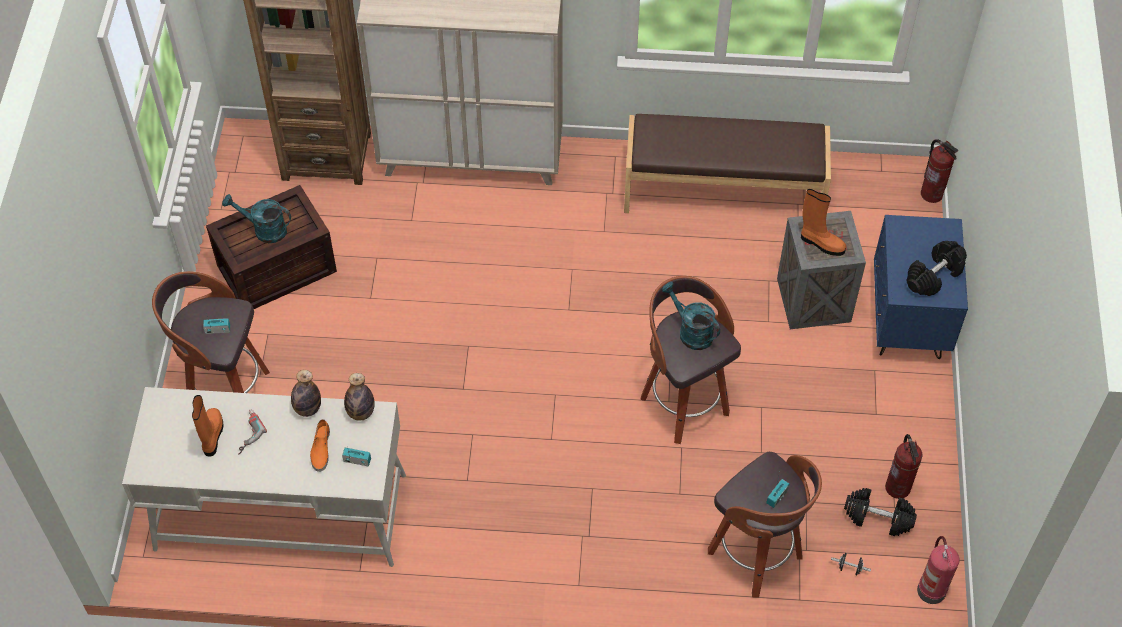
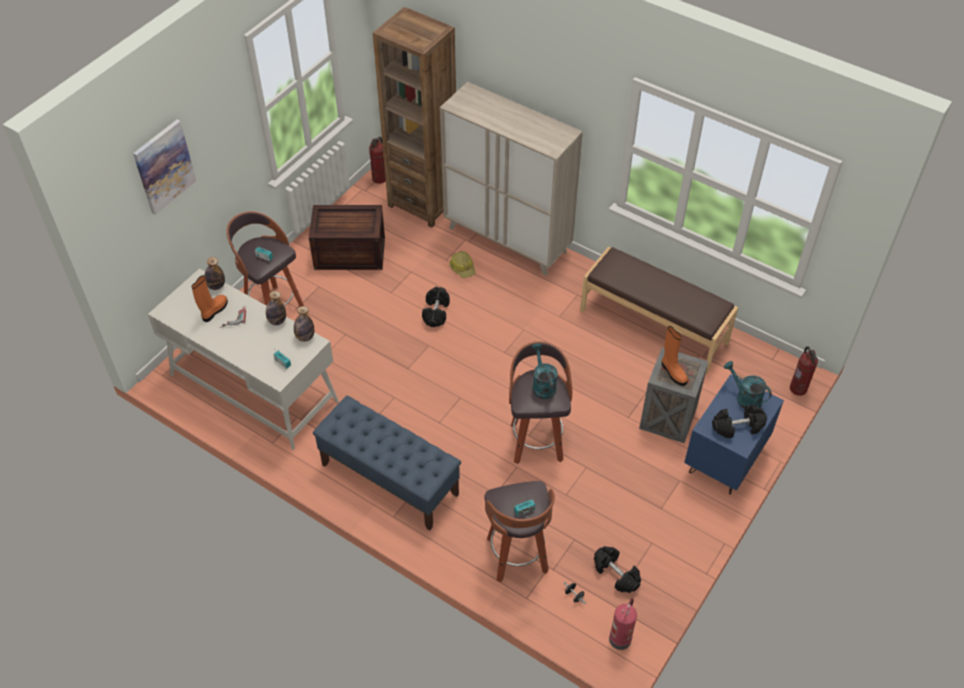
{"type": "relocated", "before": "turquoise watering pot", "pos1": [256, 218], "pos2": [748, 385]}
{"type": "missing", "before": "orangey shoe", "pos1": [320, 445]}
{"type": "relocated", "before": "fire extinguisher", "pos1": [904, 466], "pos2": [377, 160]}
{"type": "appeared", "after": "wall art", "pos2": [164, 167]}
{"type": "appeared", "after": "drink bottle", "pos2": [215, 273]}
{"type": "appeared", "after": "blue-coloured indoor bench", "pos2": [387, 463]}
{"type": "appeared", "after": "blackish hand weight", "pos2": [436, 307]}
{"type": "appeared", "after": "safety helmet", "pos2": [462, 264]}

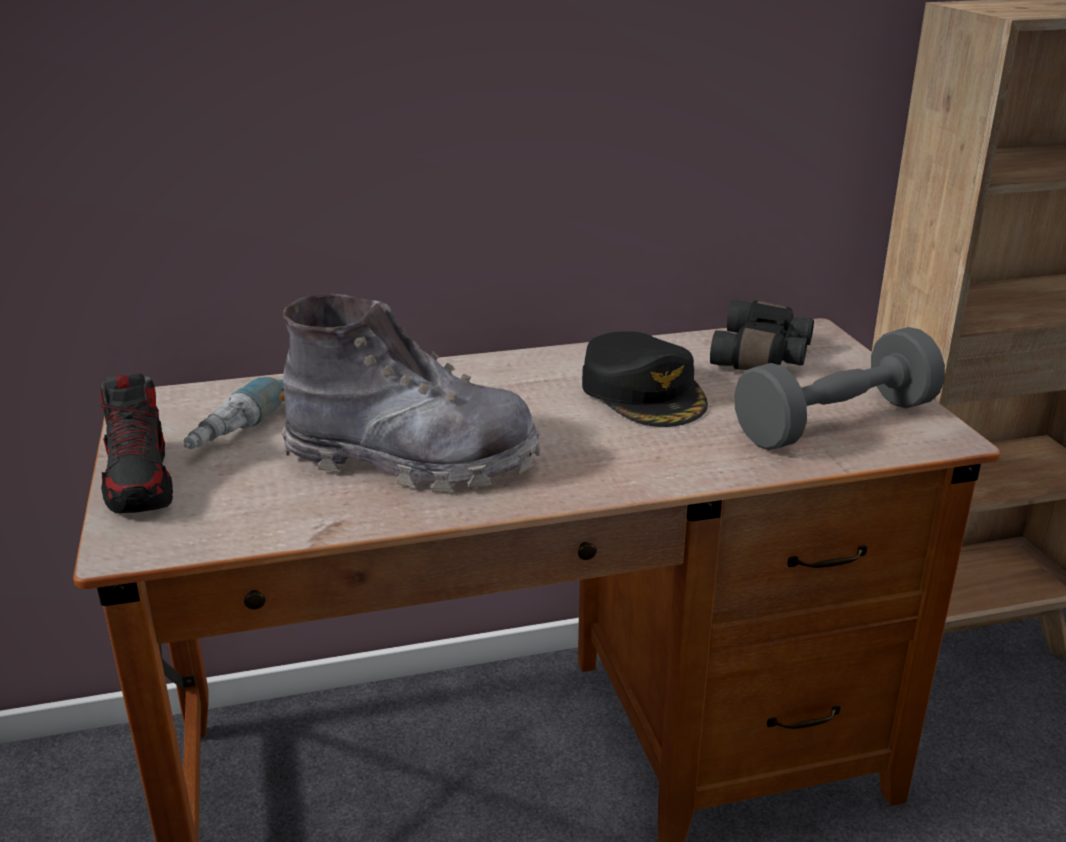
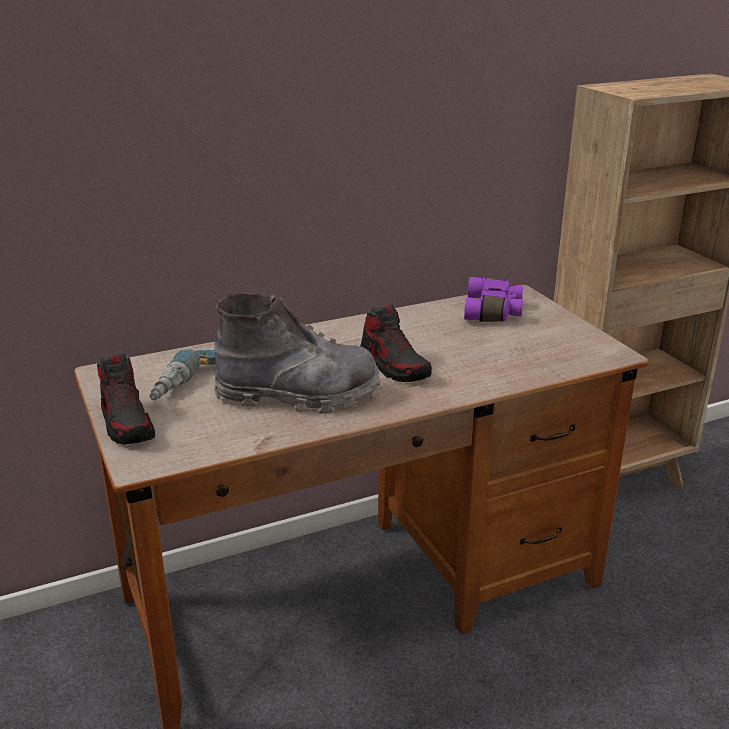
{"type": "missing", "before": "blackish peaked cap", "pos1": [645, 379]}
{"type": "colour", "before": "blackish binoculars", "after": "purplish binoculars", "pos1": [762, 335], "pos2": [493, 299]}
{"type": "missing", "before": "grey hand weight", "pos1": [839, 388]}
{"type": "appeared", "after": "shoe", "pos2": [396, 343]}

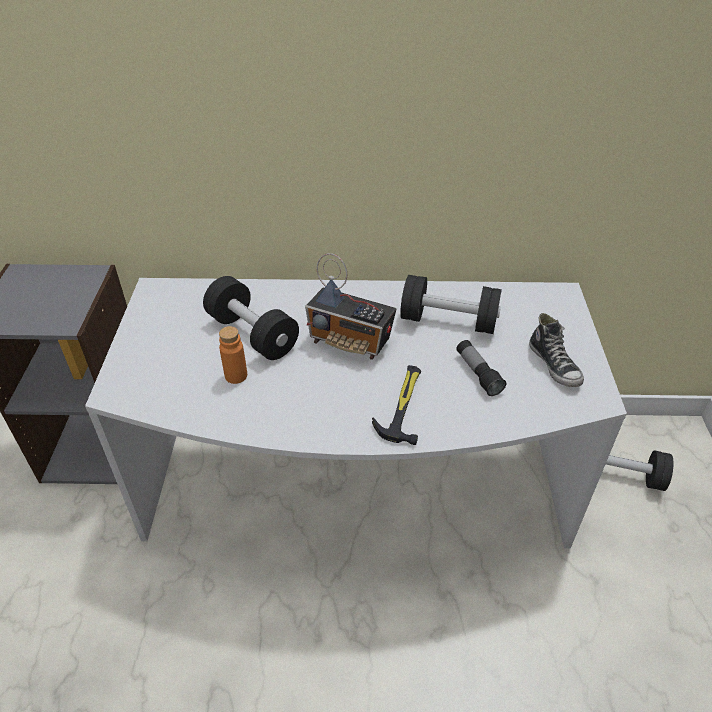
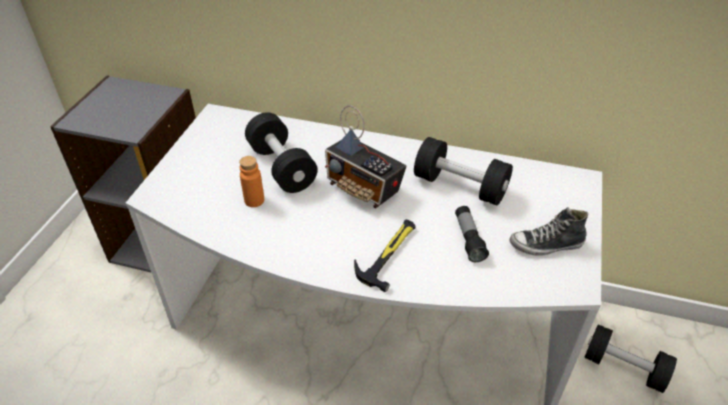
{"type": "spun", "before": "shoe", "pos1": [556, 350], "pos2": [548, 231], "turn": 90}

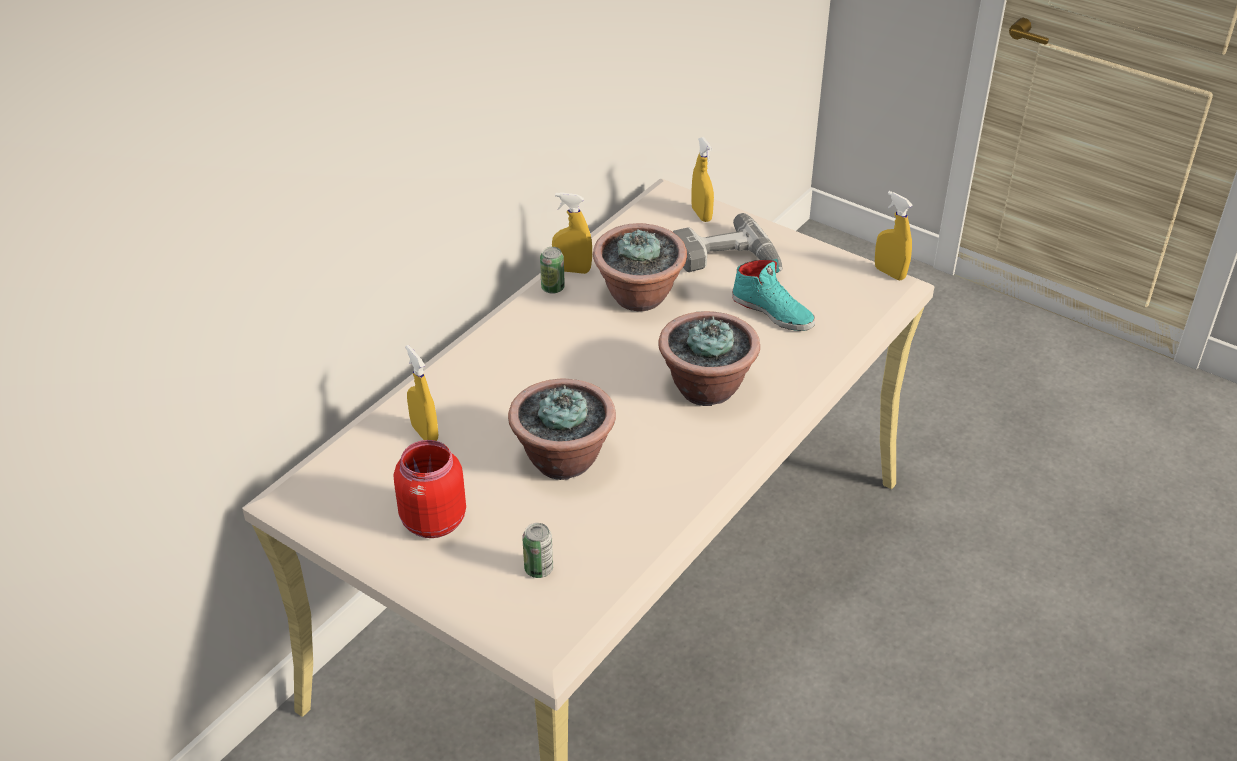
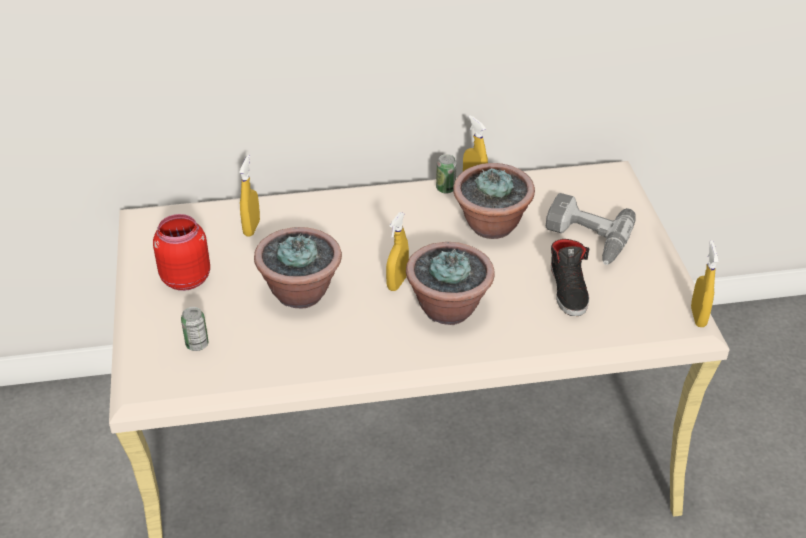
{"type": "relocated", "before": "yellow spray bottle", "pos1": [702, 179], "pos2": [397, 251]}
{"type": "colour", "before": "turquoise shoe", "after": "blackish shoe", "pos1": [773, 295], "pos2": [570, 277]}

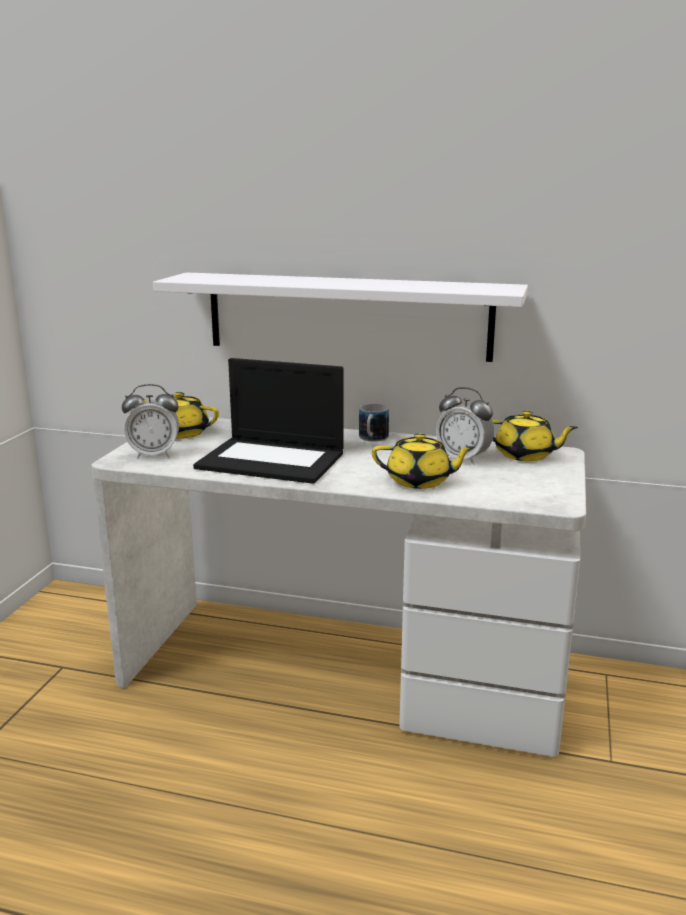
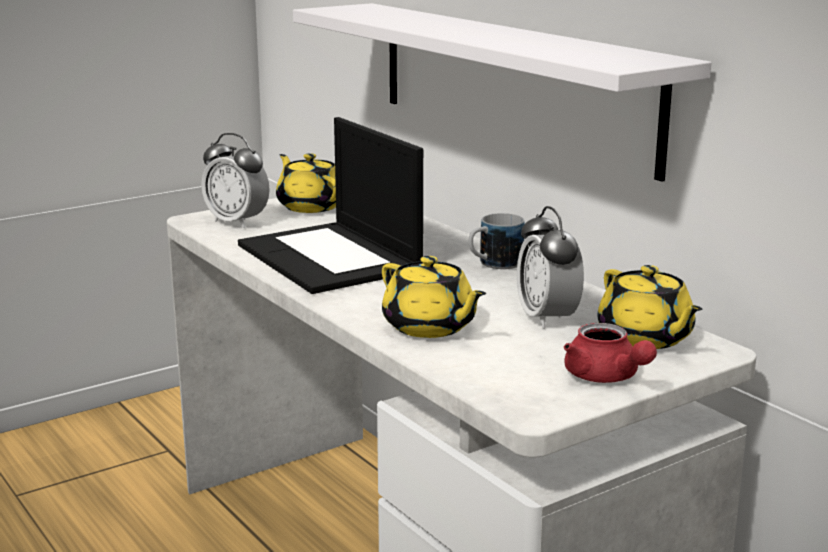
{"type": "appeared", "after": "reddish teapot", "pos2": [610, 353]}

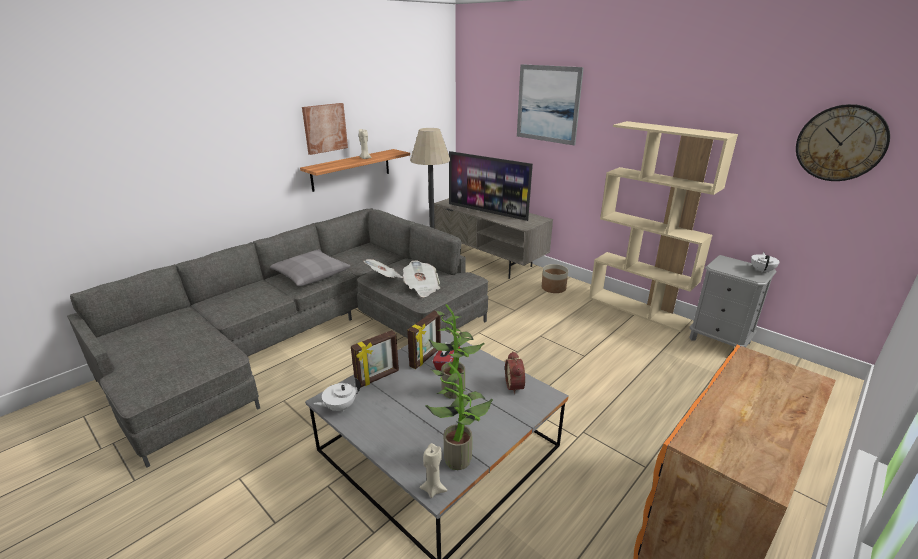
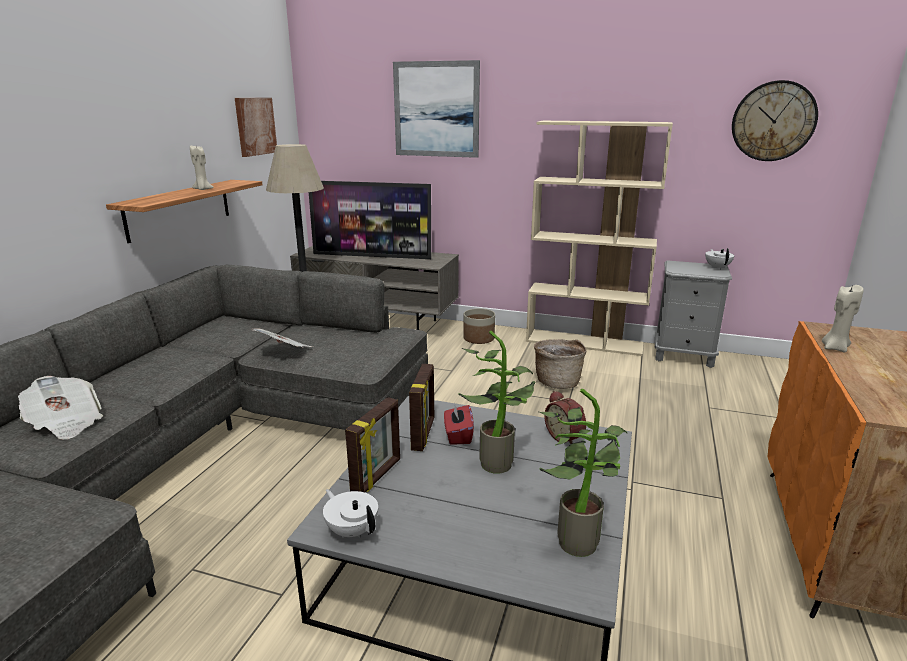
{"type": "missing", "before": "grey pillow", "pos1": [310, 267]}
{"type": "relocated", "before": "wall art", "pos1": [325, 129], "pos2": [256, 127]}
{"type": "spun", "before": "whitish teapot", "pos1": [337, 395], "pos2": [350, 513], "turn": 105}
{"type": "relocated", "before": "newspaper", "pos1": [421, 278], "pos2": [60, 408]}
{"type": "relocated", "before": "beige-coloured wax light", "pos1": [433, 470], "pos2": [843, 318]}
{"type": "appeared", "after": "basket", "pos2": [560, 364]}

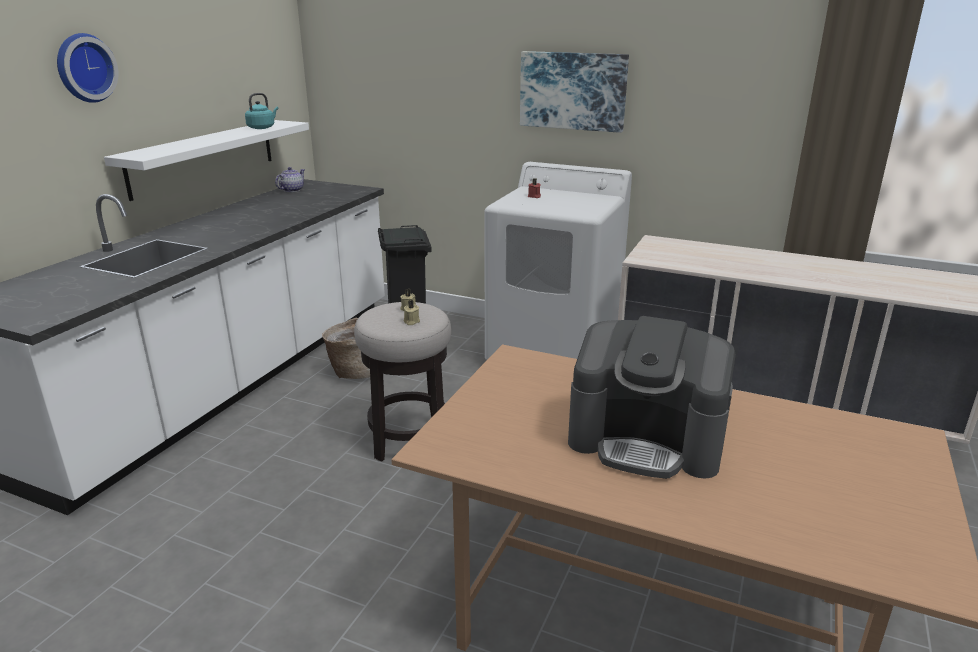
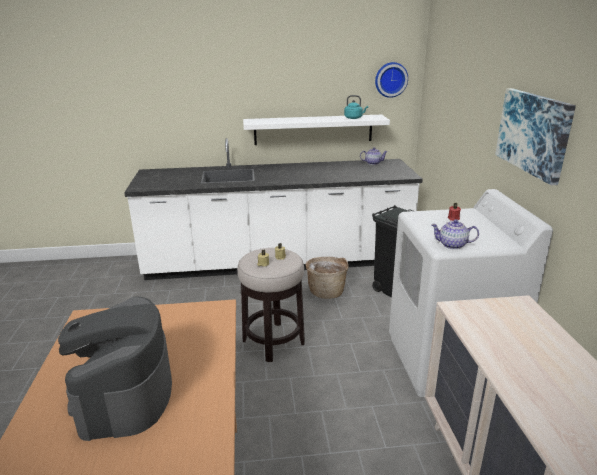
{"type": "relocated", "before": "hanging clock", "pos1": [87, 68], "pos2": [391, 80]}
{"type": "appeared", "after": "teapot", "pos2": [455, 234]}

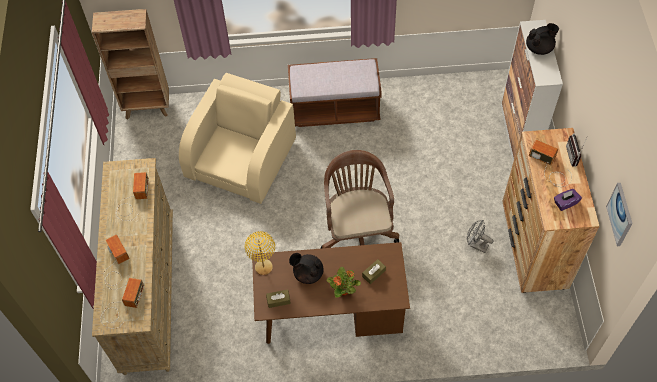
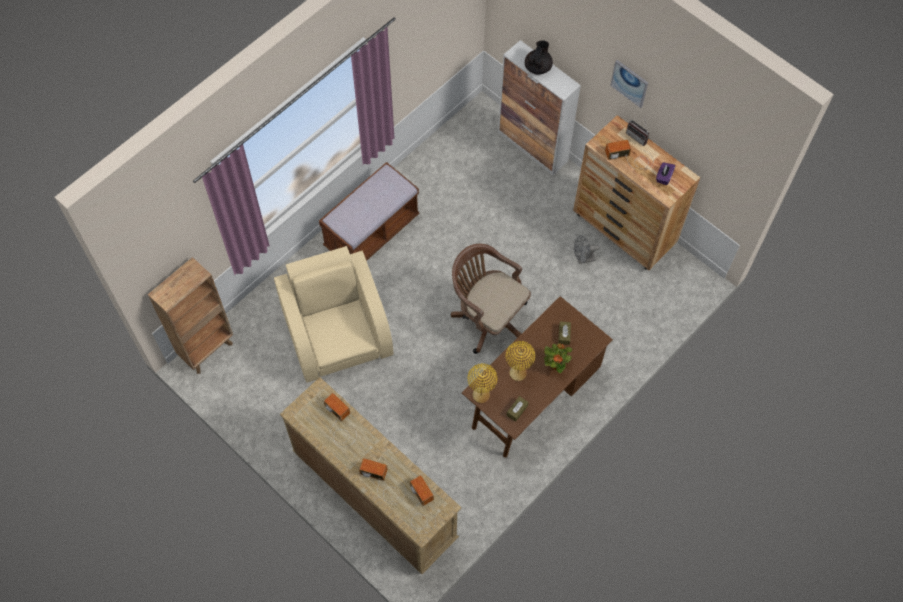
{"type": "exchanged", "before": "blackish teapot", "after": "yellow table lamp", "pos1": [306, 268], "pos2": [520, 361]}
{"type": "relocated", "before": "wall art", "pos1": [619, 214], "pos2": [629, 84]}

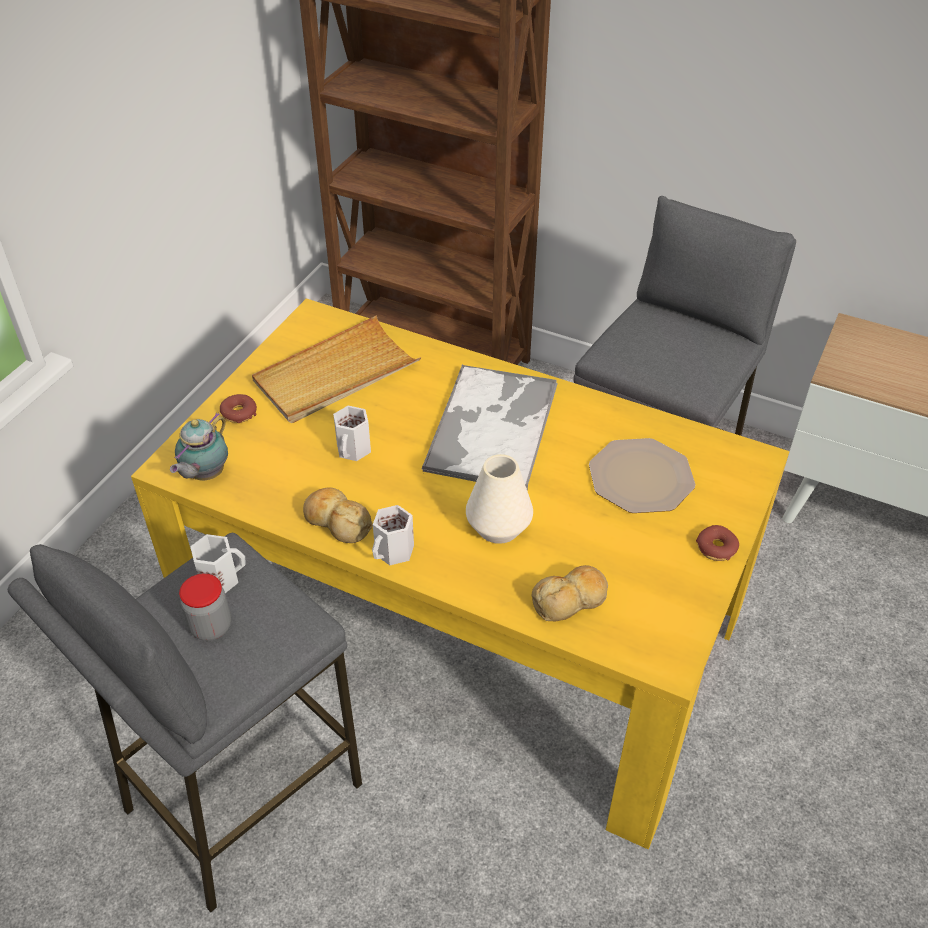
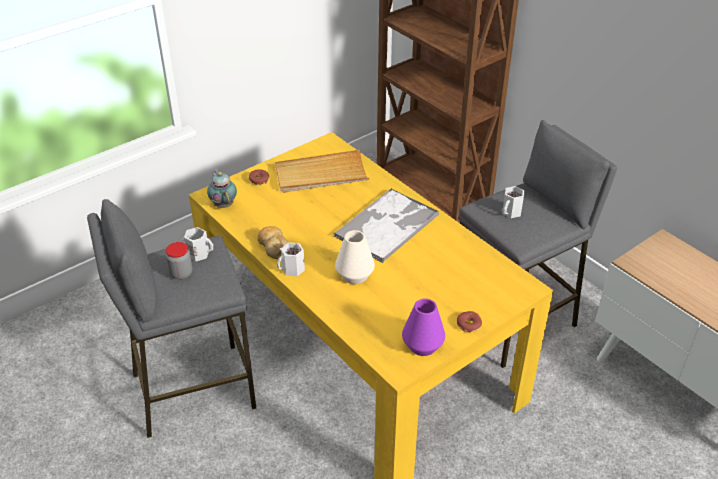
{"type": "spun", "before": "teapot", "pos1": [199, 446], "pos2": [222, 189], "turn": 105}
{"type": "relocated", "before": "whitish mug", "pos1": [352, 433], "pos2": [513, 202]}
{"type": "missing", "before": "bakery bread", "pos1": [570, 593]}
{"type": "missing", "before": "plate", "pos1": [642, 475]}
{"type": "appeared", "after": "purplish vase", "pos2": [423, 327]}

